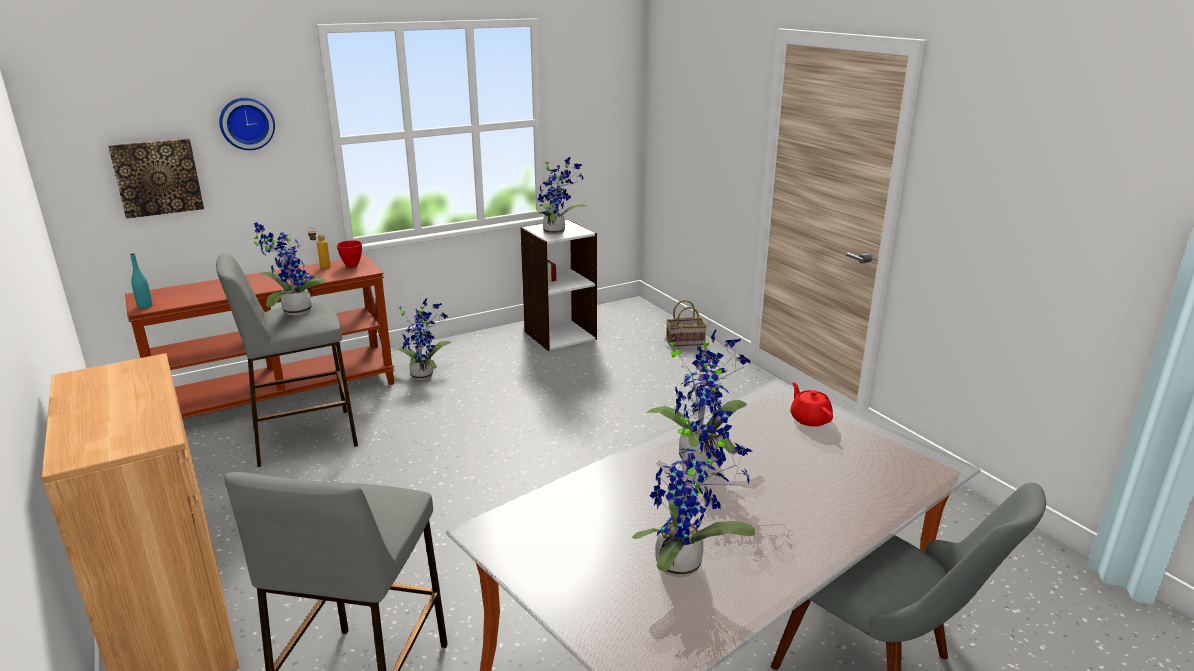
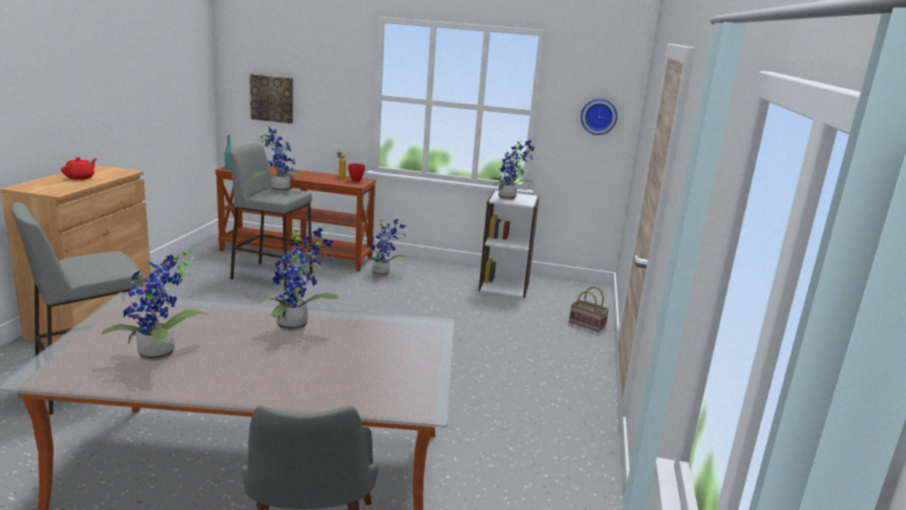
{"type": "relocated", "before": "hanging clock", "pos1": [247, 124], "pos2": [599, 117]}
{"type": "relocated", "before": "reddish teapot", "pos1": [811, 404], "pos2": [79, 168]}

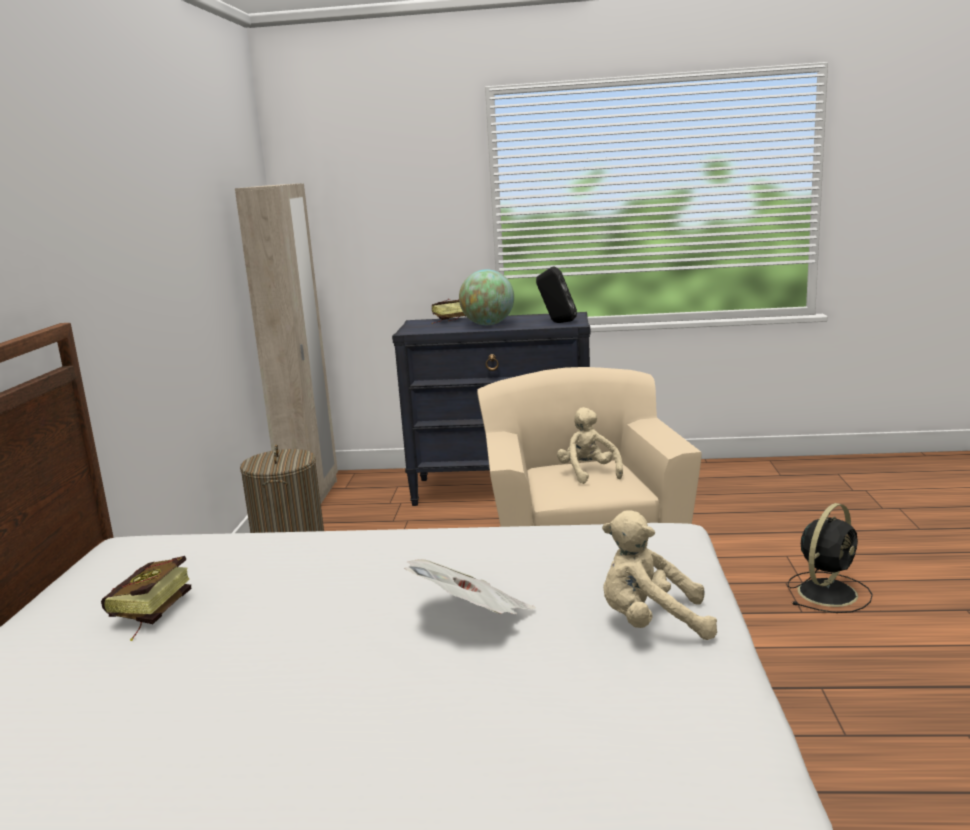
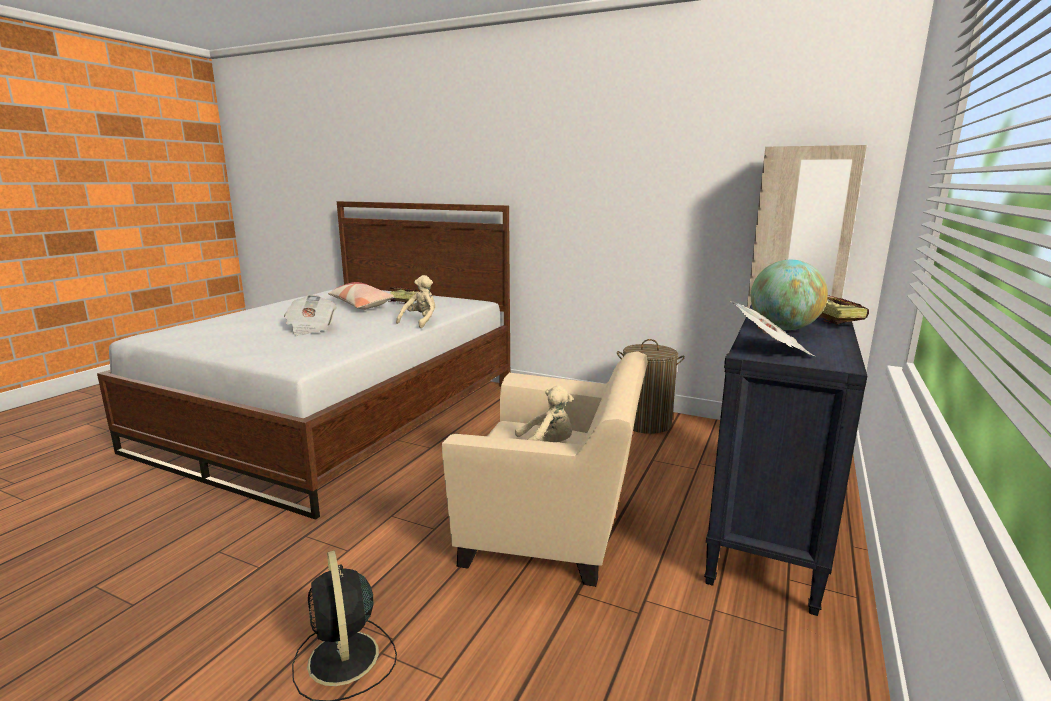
{"type": "exchanged", "before": "blackish loudspeaker", "after": "newspaper", "pos1": [556, 294], "pos2": [772, 328]}
{"type": "relocated", "before": "beige-coloured cuddly toy", "pos1": [659, 575], "pos2": [415, 301]}
{"type": "appeared", "after": "pillow", "pos2": [361, 296]}

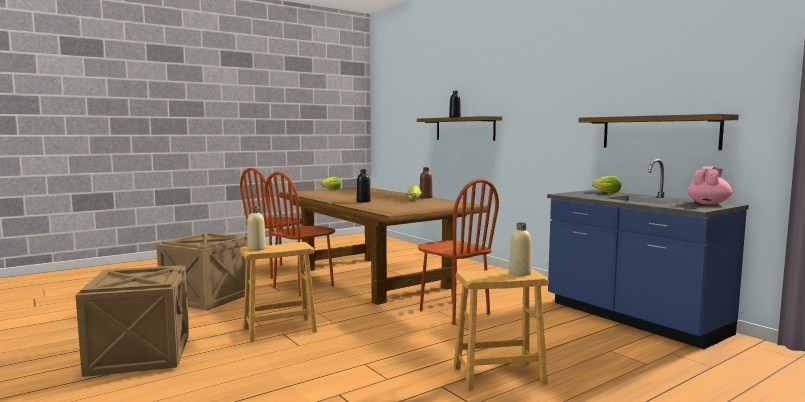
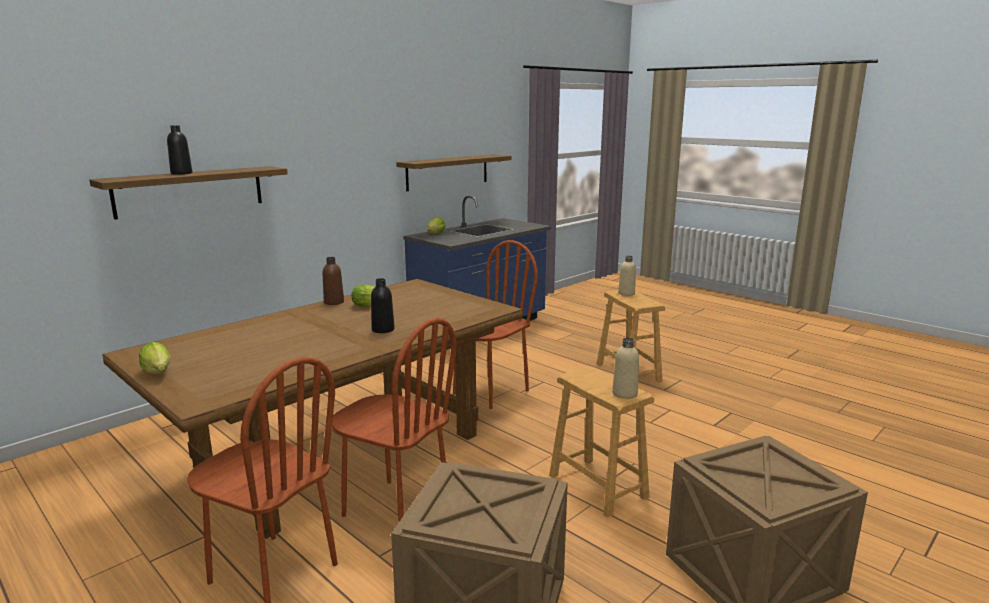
{"type": "missing", "before": "pink-coloured teapot", "pos1": [710, 185]}

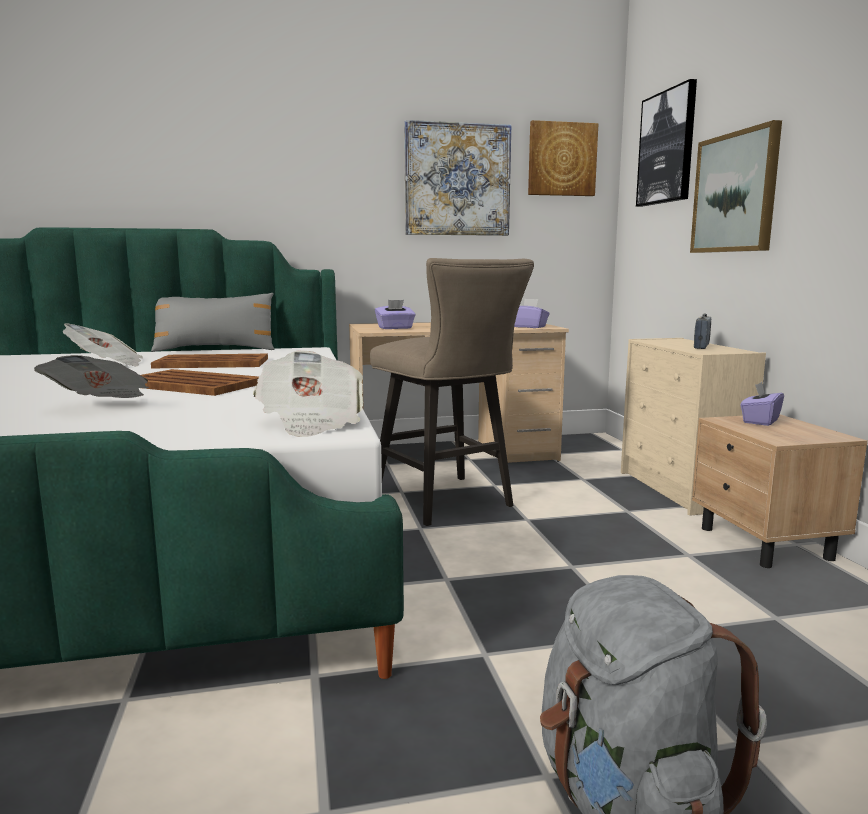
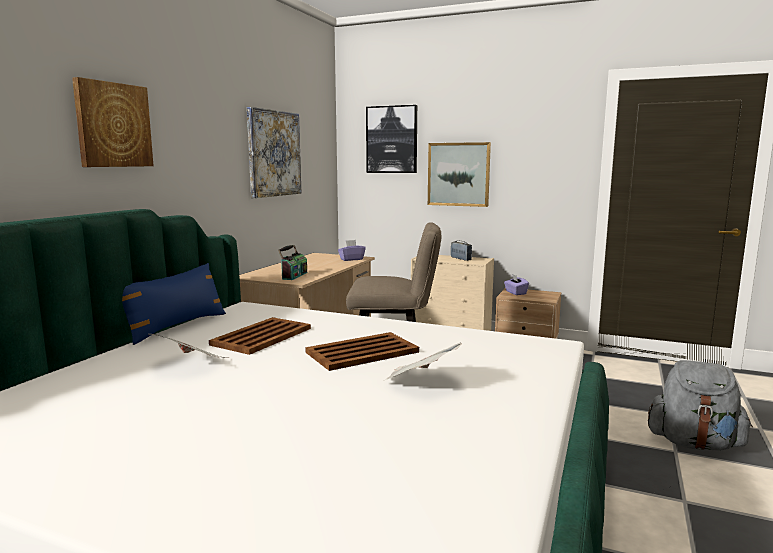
{"type": "colour", "before": "grey pillow", "after": "blue-coloured pillow", "pos1": [213, 322], "pos2": [174, 304]}
{"type": "missing", "before": "newspaper", "pos1": [308, 394]}
{"type": "exchanged", "before": "purplish box of tissues", "after": "radio set", "pos1": [395, 314], "pos2": [292, 262]}
{"type": "relocated", "before": "wall art", "pos1": [563, 158], "pos2": [113, 122]}

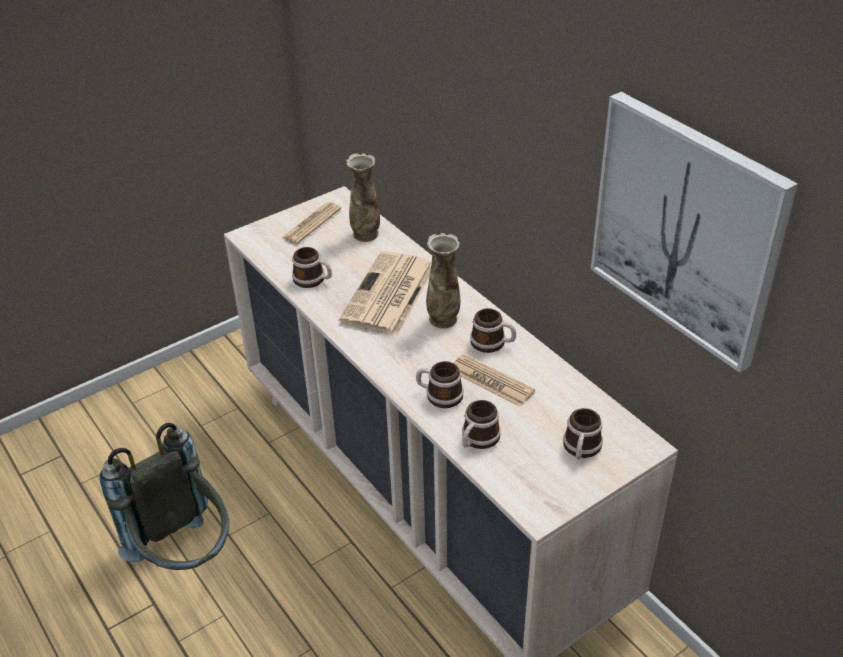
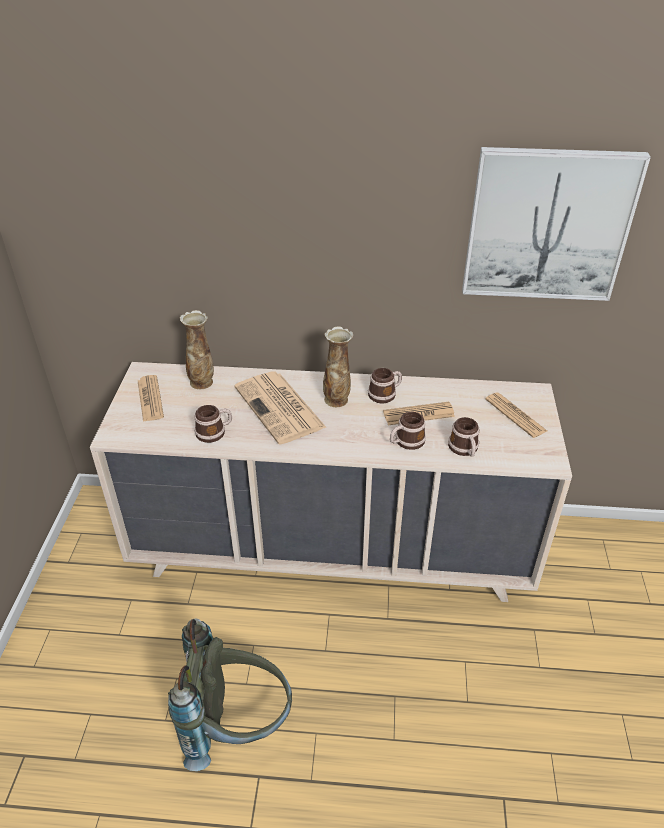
{"type": "exchanged", "before": "mug", "after": "newspaper", "pos1": [583, 434], "pos2": [516, 415]}

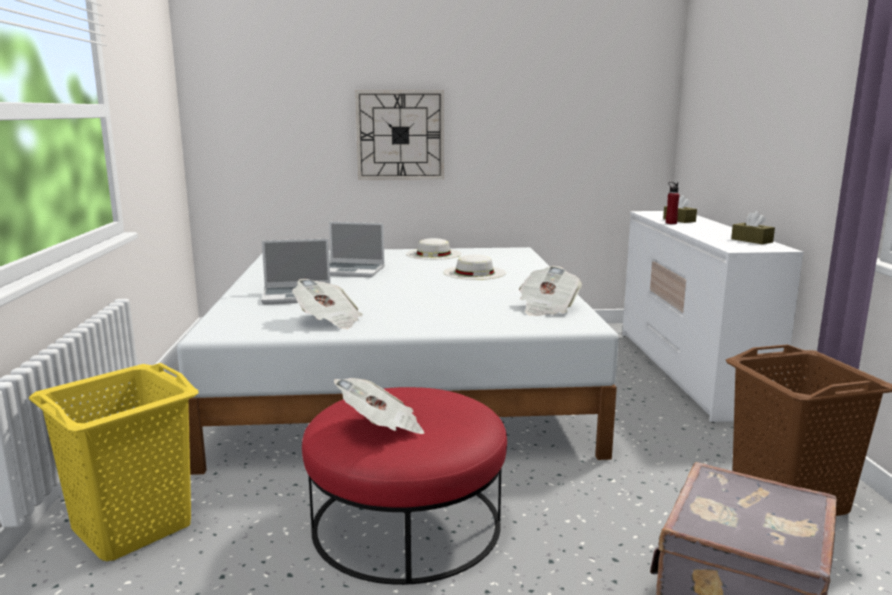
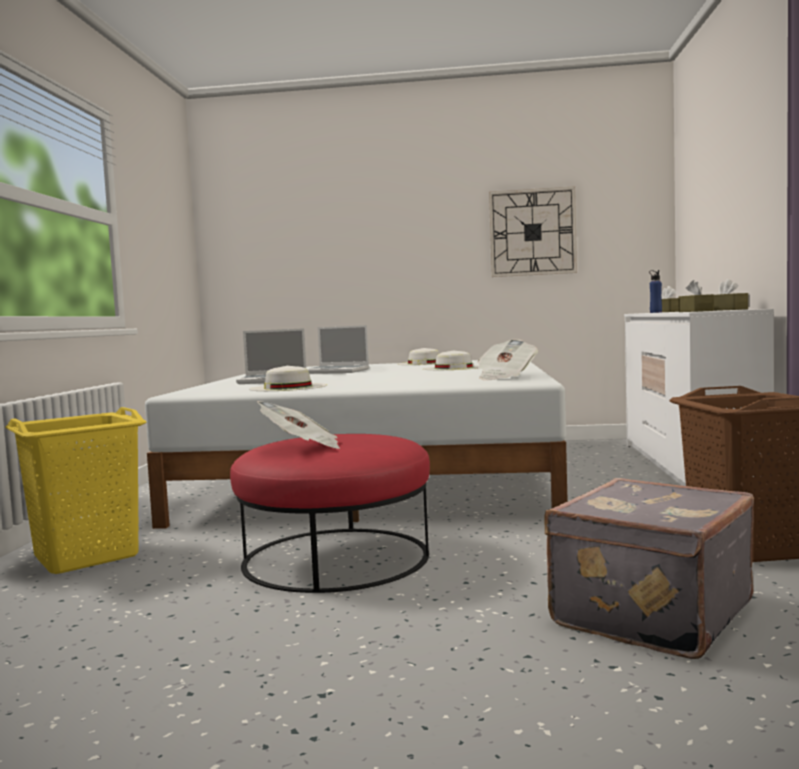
{"type": "exchanged", "before": "newspaper", "after": "whitish clothing hat", "pos1": [327, 304], "pos2": [288, 378]}
{"type": "relocated", "before": "hanging clock", "pos1": [399, 135], "pos2": [533, 231]}
{"type": "colour", "before": "reddish drink bottle", "after": "blue-coloured drink bottle", "pos1": [672, 203], "pos2": [655, 291]}
{"type": "appeared", "after": "brown box of tissues", "pos2": [696, 296]}

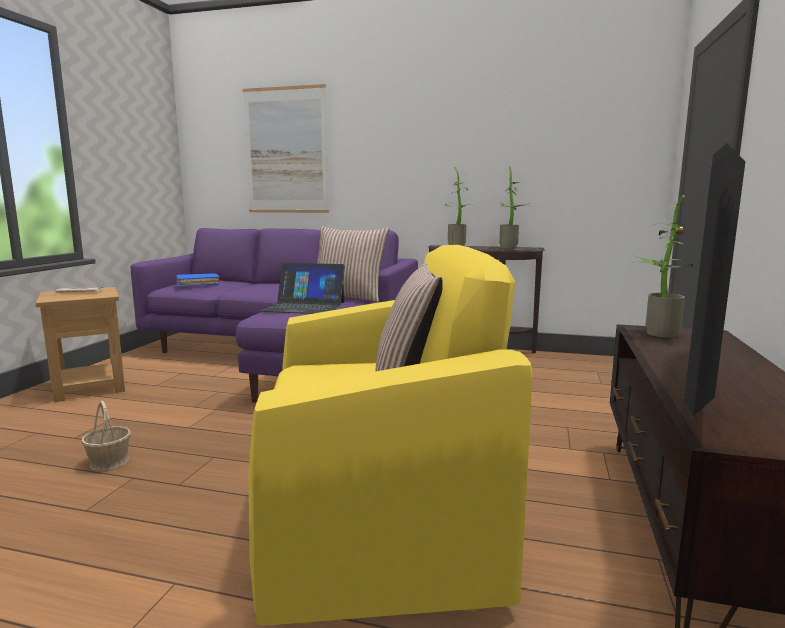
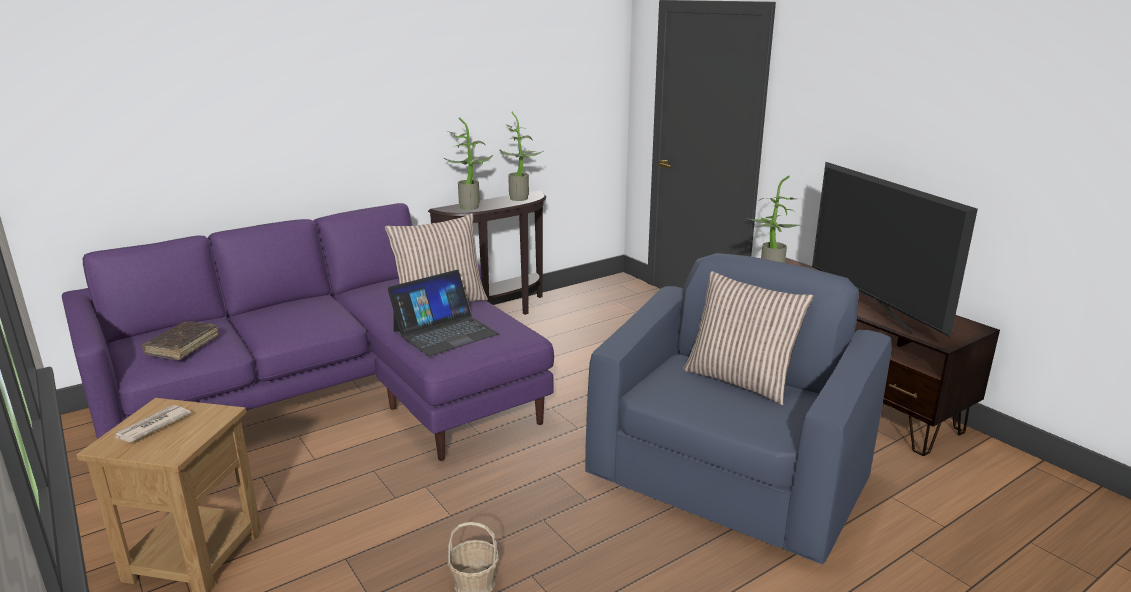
{"type": "colour", "before": "blue-coloured book", "after": "brown book", "pos1": [198, 280], "pos2": [180, 340]}
{"type": "missing", "before": "wall art", "pos1": [286, 148]}
{"type": "colour", "before": "yellow easy chair", "after": "blue-coloured easy chair", "pos1": [390, 435], "pos2": [738, 408]}

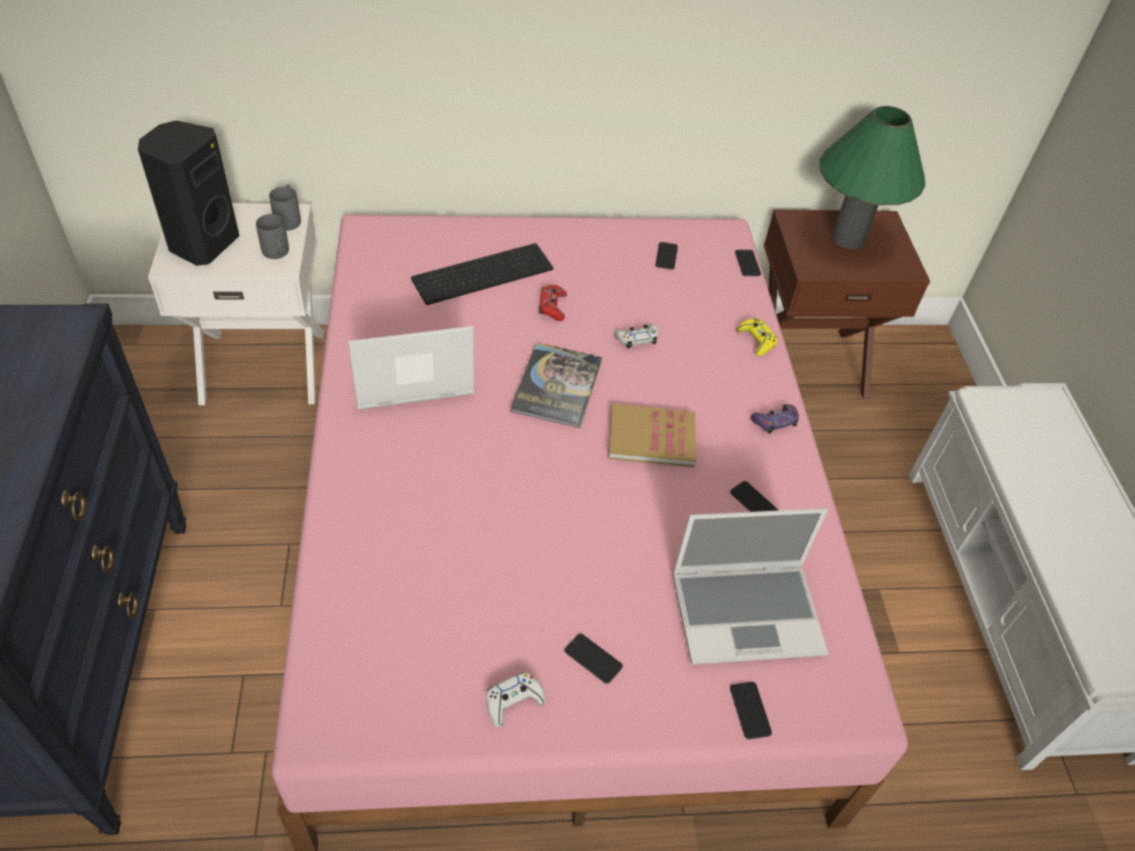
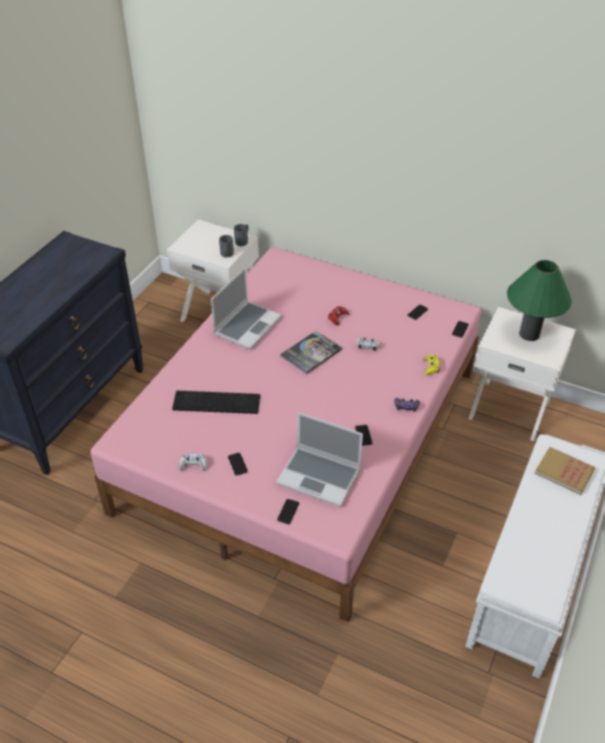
{"type": "missing", "before": "blackish loudspeaker", "pos1": [189, 193]}
{"type": "spun", "before": "laptop", "pos1": [411, 368], "pos2": [246, 308], "turn": 105}
{"type": "relocated", "before": "keyboard", "pos1": [482, 274], "pos2": [216, 402]}
{"type": "relocated", "before": "book", "pos1": [652, 435], "pos2": [565, 471]}
{"type": "colour", "before": "brown bedside table", "after": "whitish bedside table", "pos1": [847, 304], "pos2": [522, 374]}

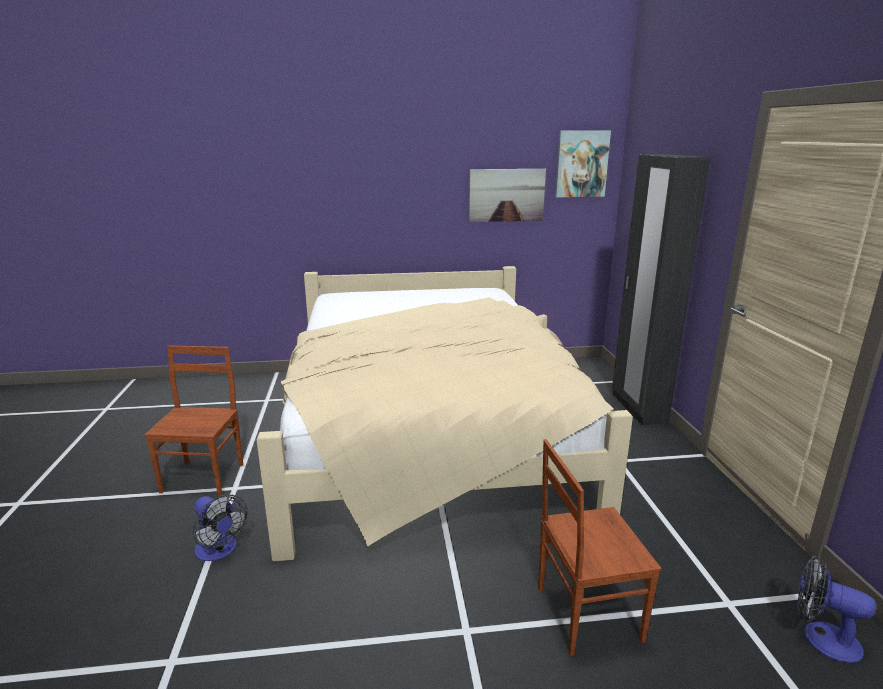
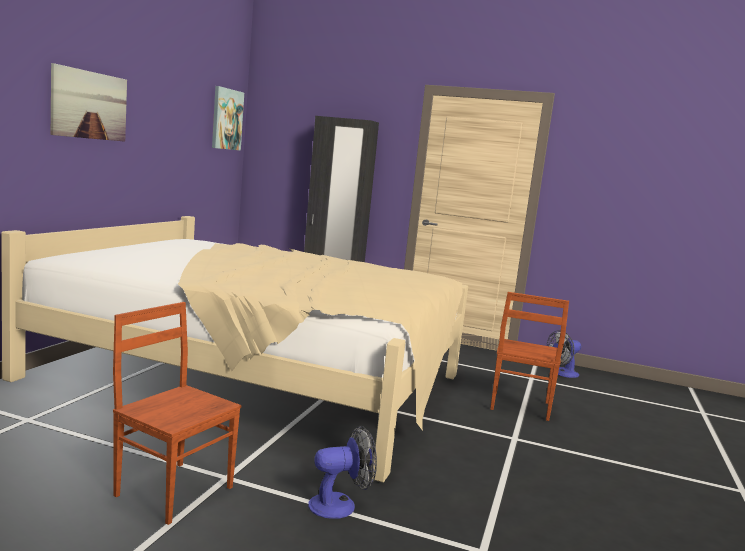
{"type": "relocated", "before": "wall art", "pos1": [507, 195], "pos2": [89, 102]}

